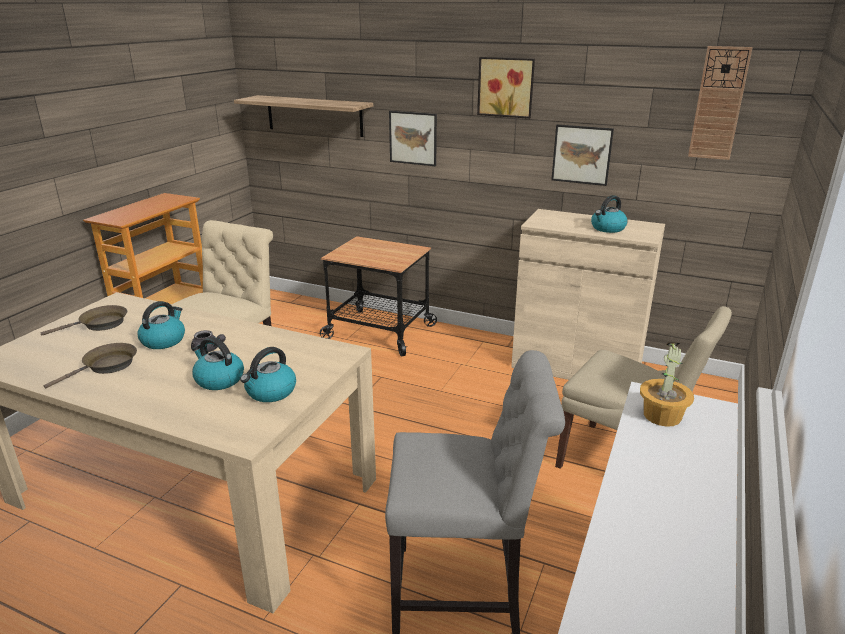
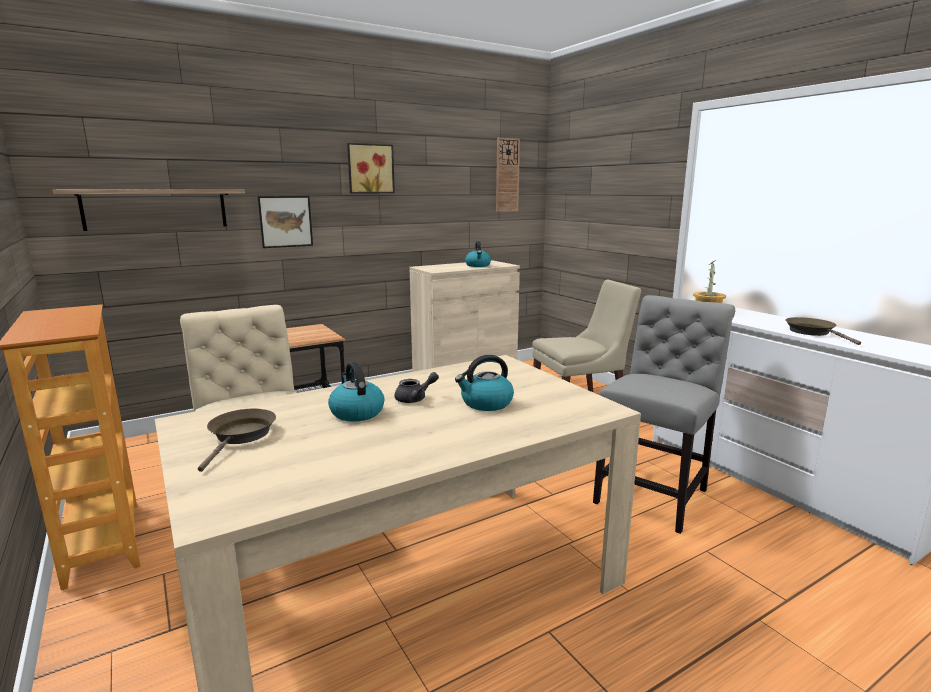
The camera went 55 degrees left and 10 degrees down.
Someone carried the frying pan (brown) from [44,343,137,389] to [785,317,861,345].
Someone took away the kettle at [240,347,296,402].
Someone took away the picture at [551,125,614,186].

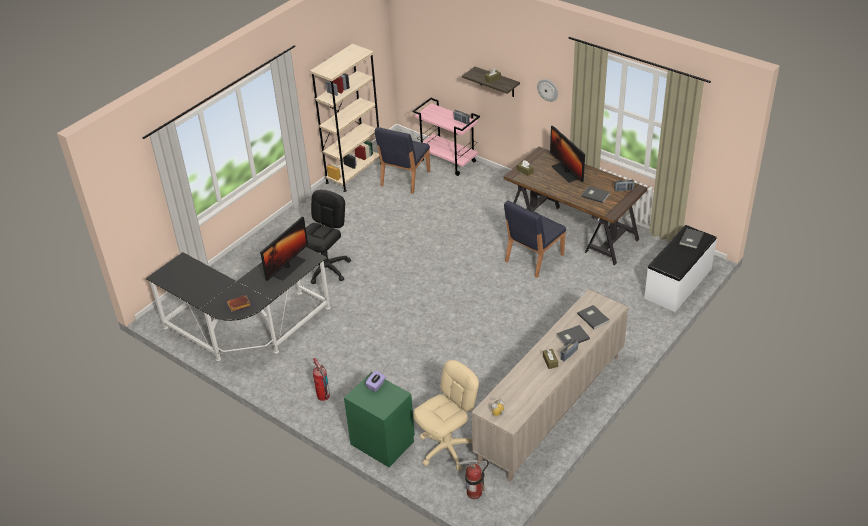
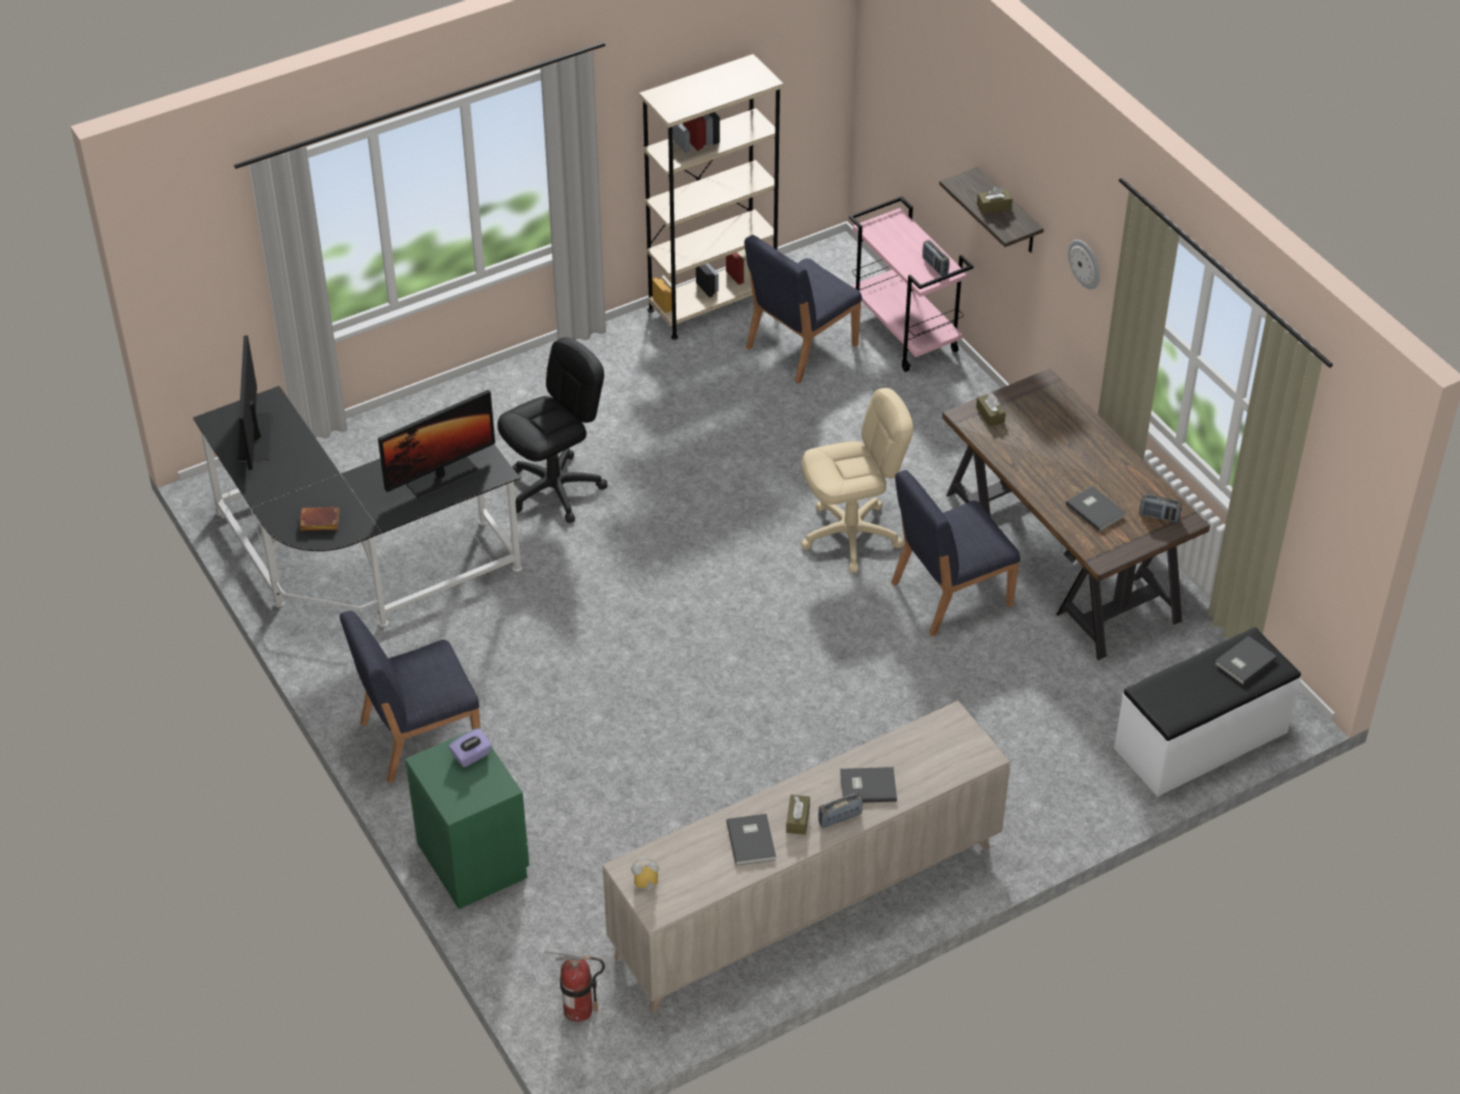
The camera went 20 degrees right and 5 degrees up.
Someone swapped the fire extinguisher at [313,358,330,401] for the chair (blue) at [340,611,481,783].
Someone carried the office chair (beige) from [413,360,479,471] to [801,388,913,573].
Someone carried the monitor from [550,126,585,183] to [238,335,272,470].
Someone carried the book (grey) from [577,305,609,329] to [726,814,776,866].

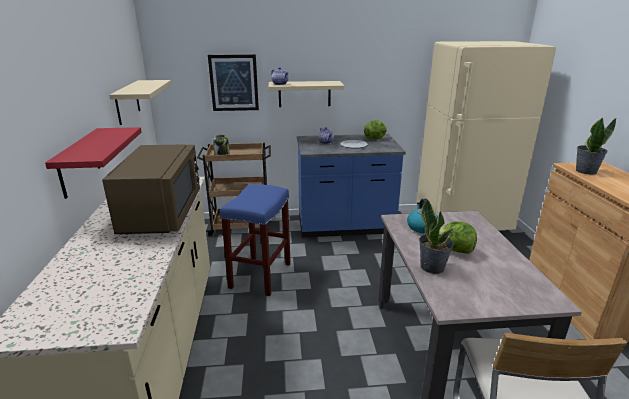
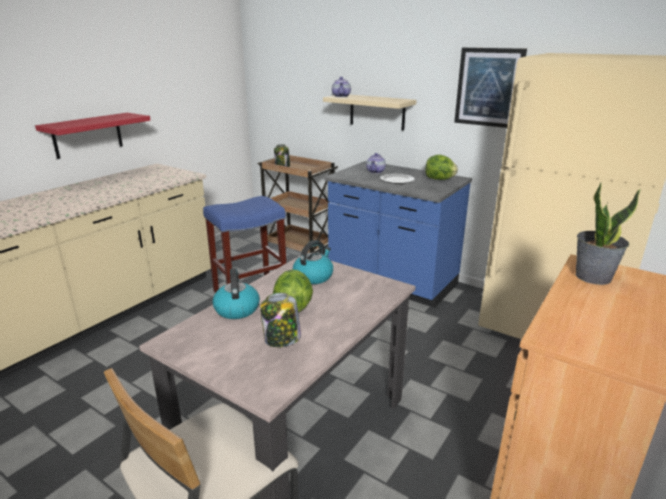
The camera went 40 degrees right and 0 degrees up.
Someone took away the microwave (brown) at [102,144,200,234].
Someone took away the shelf (beige) at [109,80,171,125].
Someone carried the picture from [208,54,259,111] to [454,48,527,128].
Someone swapped the potted plant at [419,199,454,274] for the kettle at [212,268,260,319].
Someone put down the jar at [260,292,301,347].

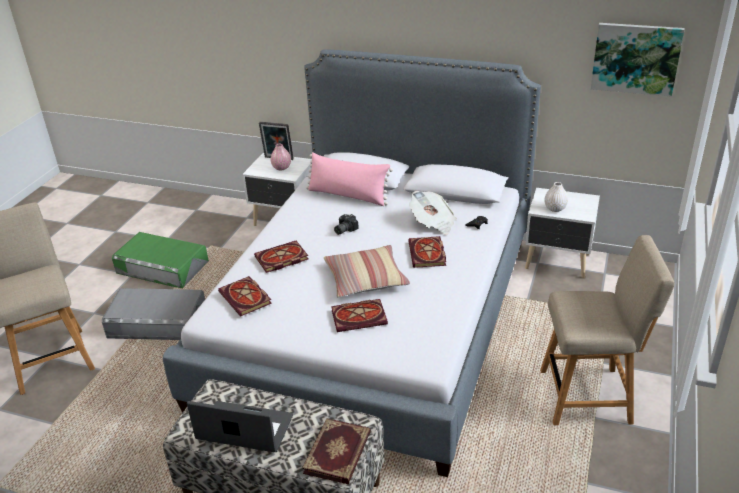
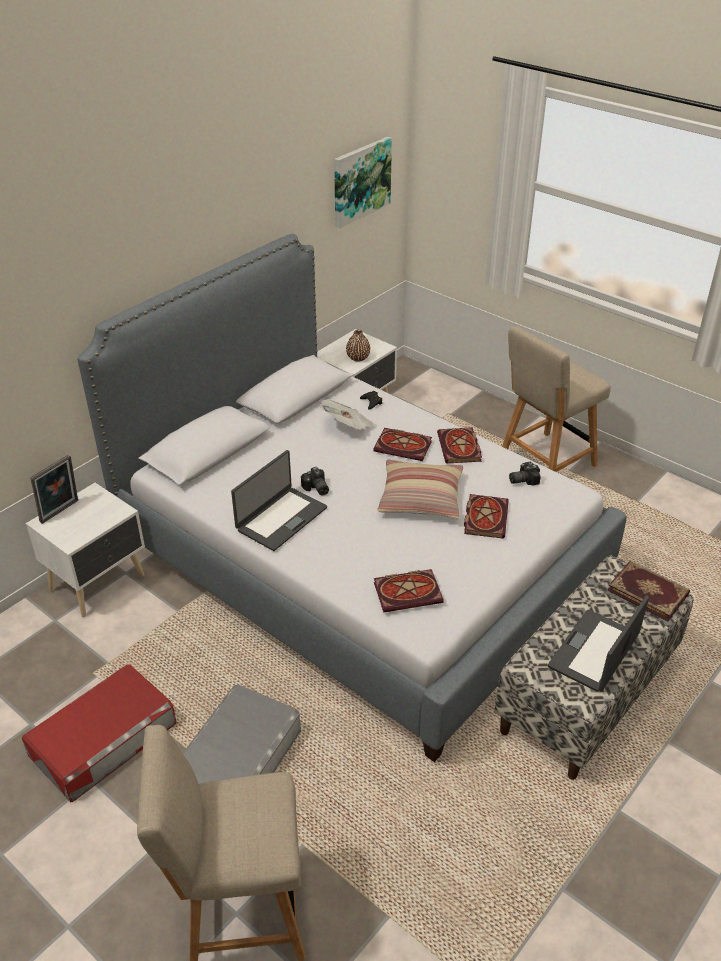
The camera went 70 degrees left and 5 degrees up.
Someone repainted the storage box (green) at [112,232,209,288], which became the storage box (red) at [22,665,176,803].
Someone carried the book from [254,241,308,273] to [437,427,482,463].
Someone took away the vase (pink) at [271,144,291,170].
Someone took away the pillow (pink) at [306,152,393,206].
Someone rotated the chair (beige) at [540,235,675,425] by 150 degrees counterclockwise.
Someone repainted the vase (white) at [544,182,568,212], which became the vase (brown) at [346,330,370,362].
Someone put down the laptop at [231,450,327,551].
Someone put down the photo camera at [509,462,540,485].

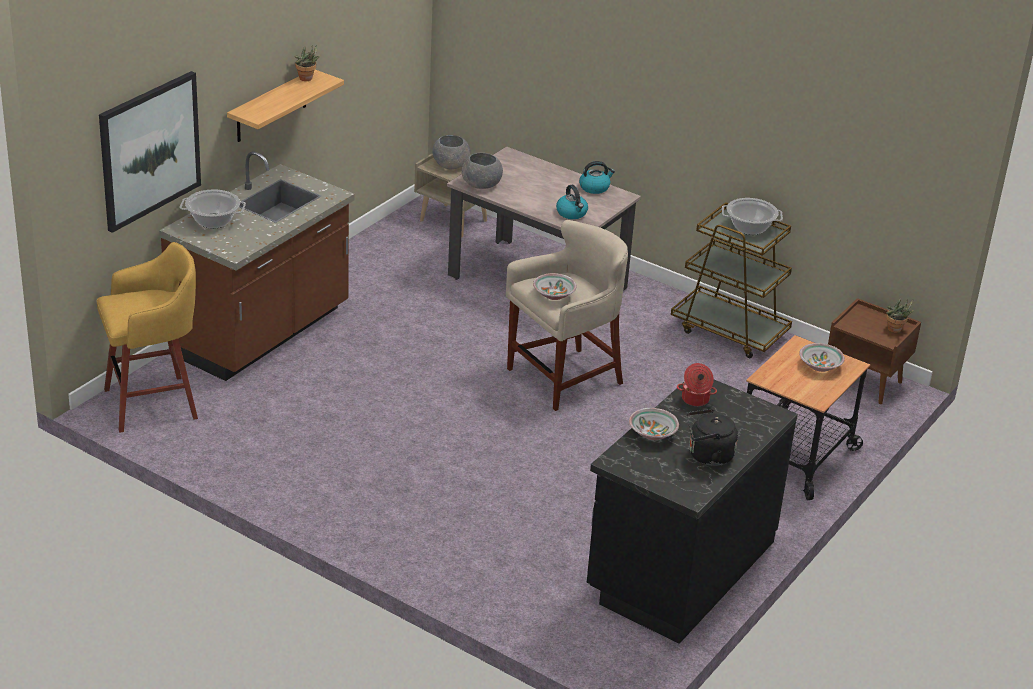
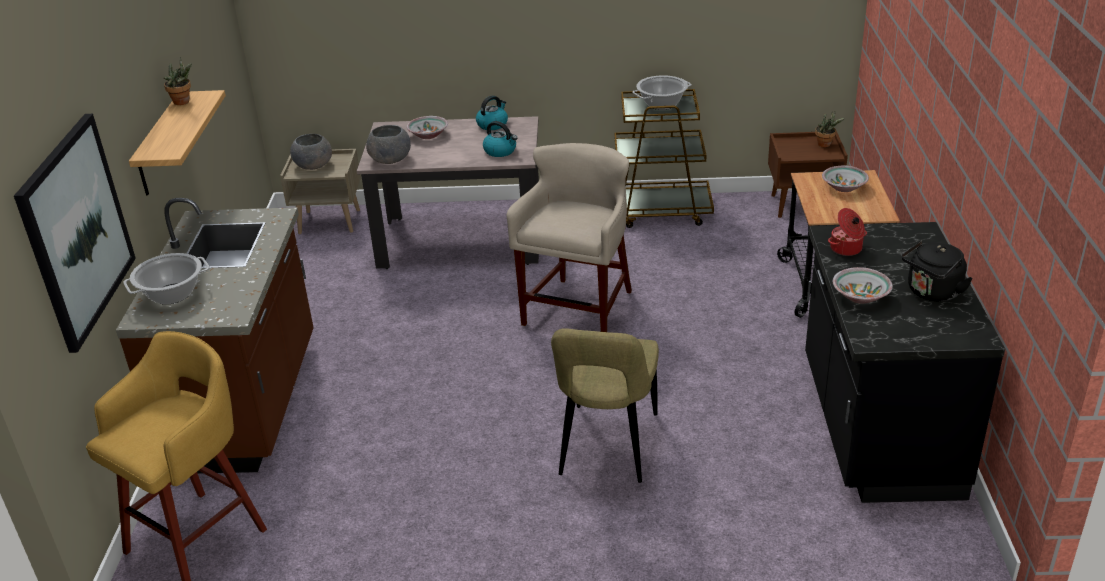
The camera went 30 degrees left and 0 degrees up.
Someone carried the bowl from [533,273,577,300] to [407,116,448,139].
Someone put down the chair (beige) at [551,329,659,483].

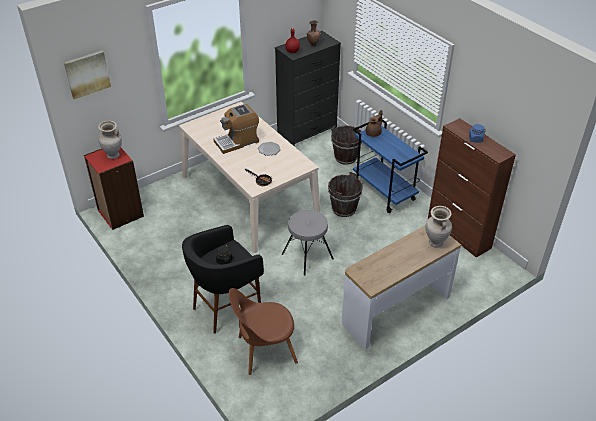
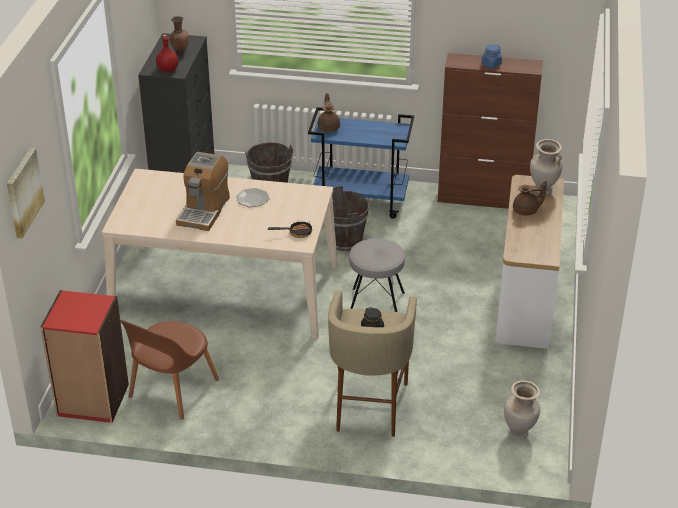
The camera went 45 degrees left and 5 degrees down.
Someone carried the vase (beige) from [98,121,122,159] to [504,380,540,439].
Someone repainted the stool (black) at [182,225,264,334], which became the stool (beige) at [328,290,417,437].
Someone carried the chair (brown) from [229,288,298,375] to [119,319,219,420].
Someone put down the teapot (brown) at [513,181,547,216].

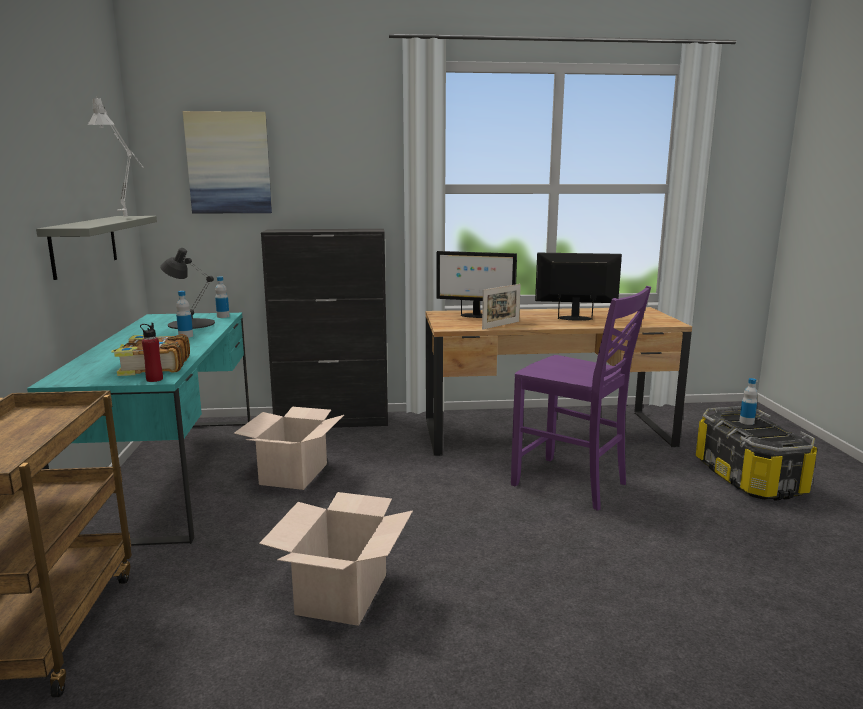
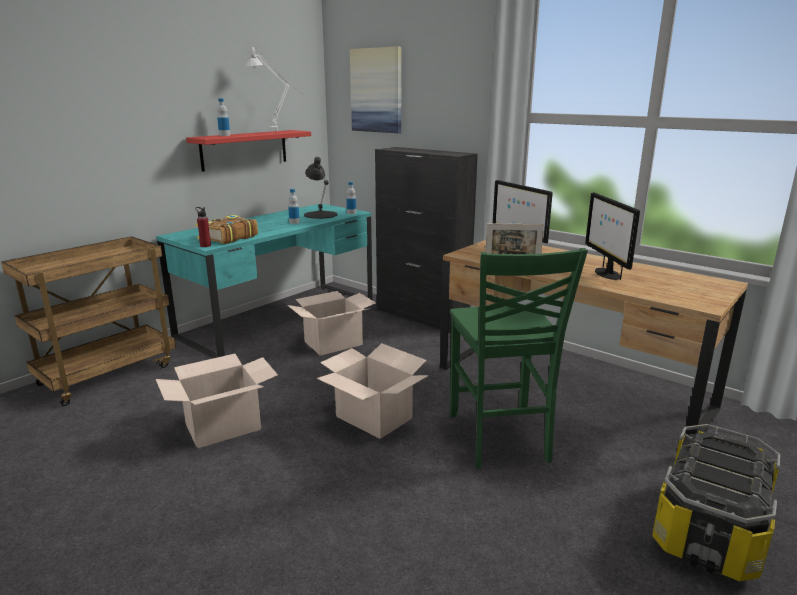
The camera went 45 degrees right and 5 degrees up.
Someone repainted the shelf (grey) at [36,216,157,280], which became the shelf (red) at [186,130,311,172].
Someone repainted the chair (purple) at [511,286,651,511], which became the chair (green) at [450,248,588,469].
Someone rotated the monitor at [535,253,622,321] by 150 degrees counterclockwise.
Someone carried the bottle from [739,378,758,425] to [217,98,230,136].
Someone put down the cardboard box at [317,343,429,439].

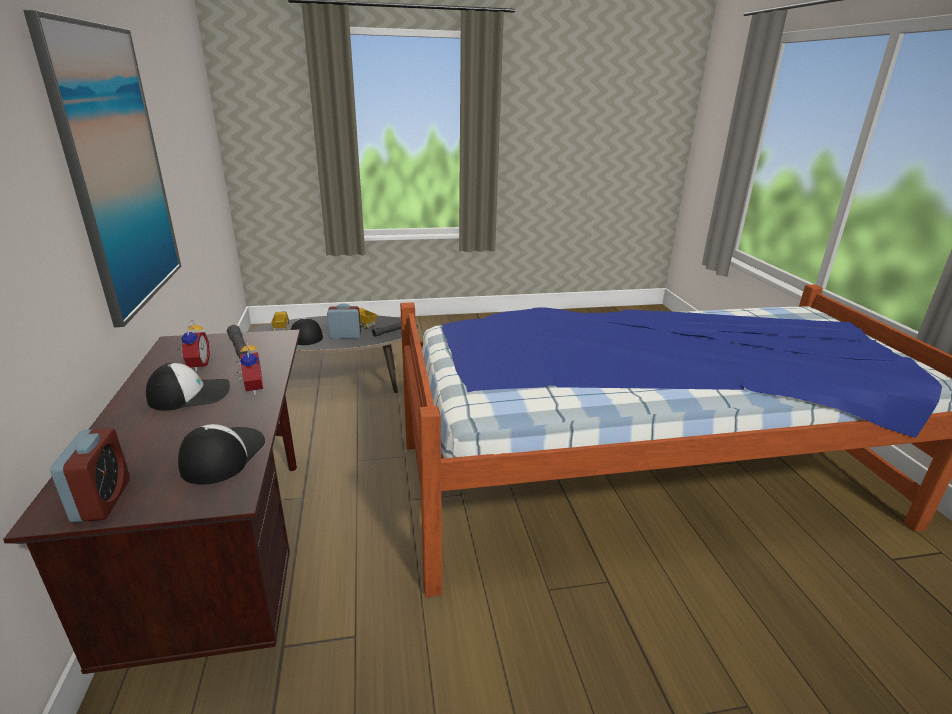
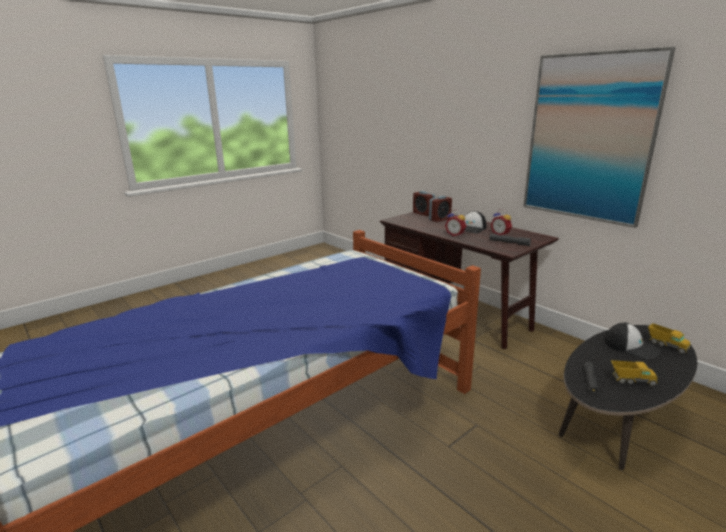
The camera went 150 degrees right and 5 degrees down.
Someone took away the cap at [178,424,265,485].
Someone carried the alarm clock from [327,304,361,339] to [429,196,452,222].

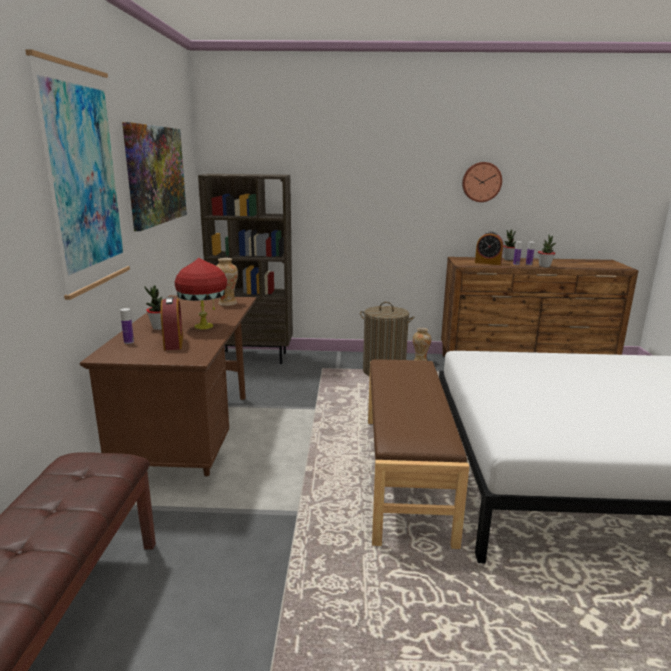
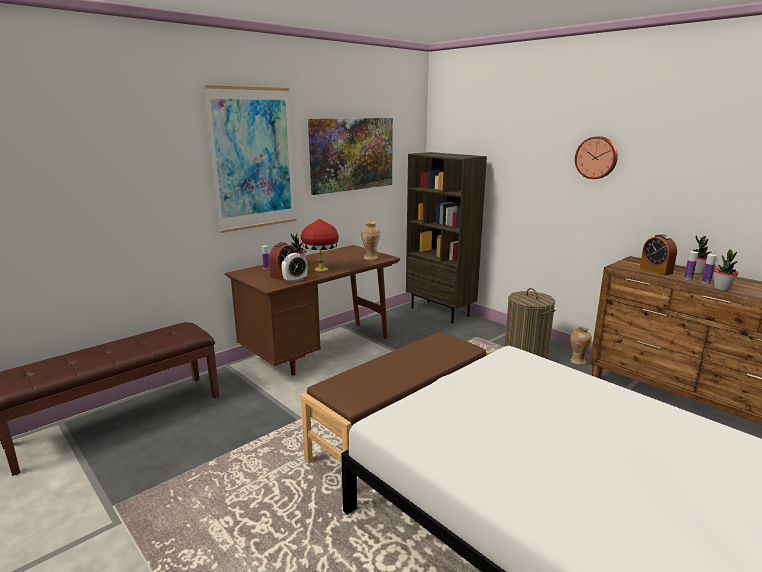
The camera went 45 degrees right and 0 degrees up.
Someone carried the wall clock from [462,162,502,202] to [575,136,618,179].
Someone put down the alarm clock at [281,253,307,283].

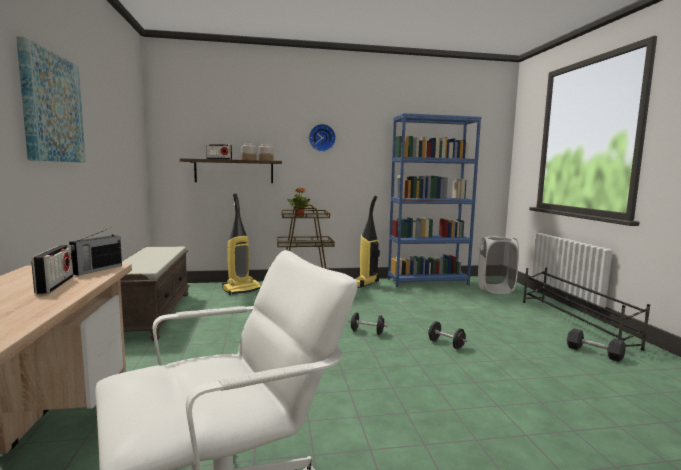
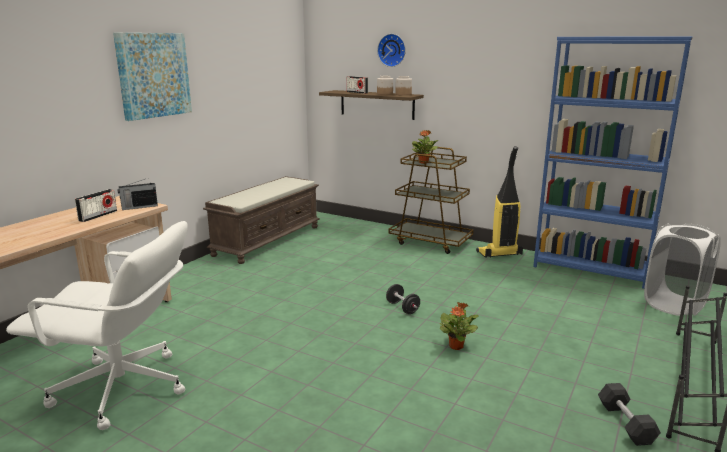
The camera went 40 degrees right and 10 degrees up.
Someone took away the vacuum cleaner at [223,194,261,295].
Someone carried the wall clock from [309,124,336,152] to [377,34,406,67].
Someone swapped the dumbbell (black) at [428,321,467,349] for the potted plant at [439,302,479,350].

